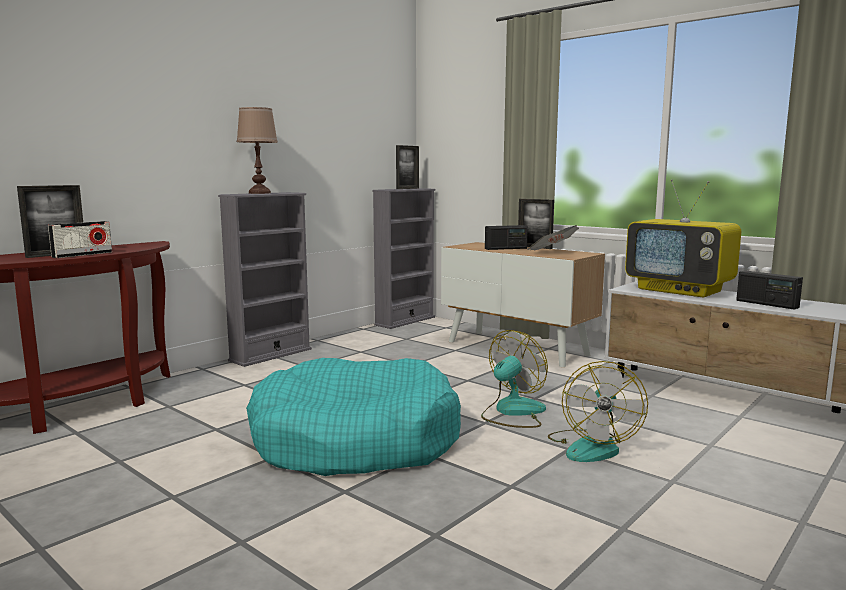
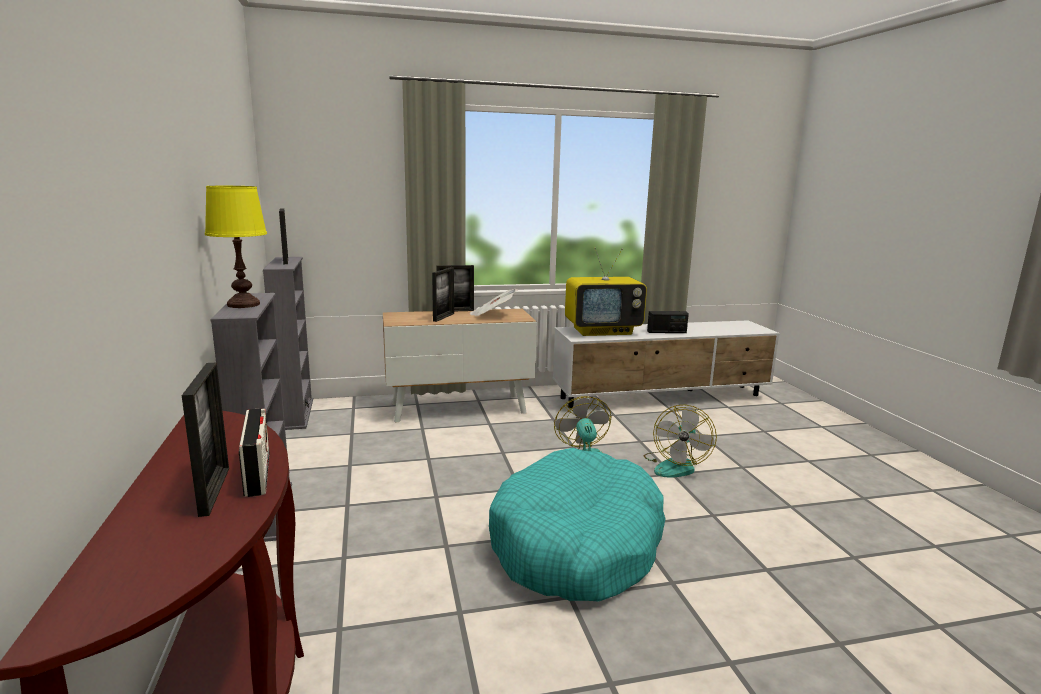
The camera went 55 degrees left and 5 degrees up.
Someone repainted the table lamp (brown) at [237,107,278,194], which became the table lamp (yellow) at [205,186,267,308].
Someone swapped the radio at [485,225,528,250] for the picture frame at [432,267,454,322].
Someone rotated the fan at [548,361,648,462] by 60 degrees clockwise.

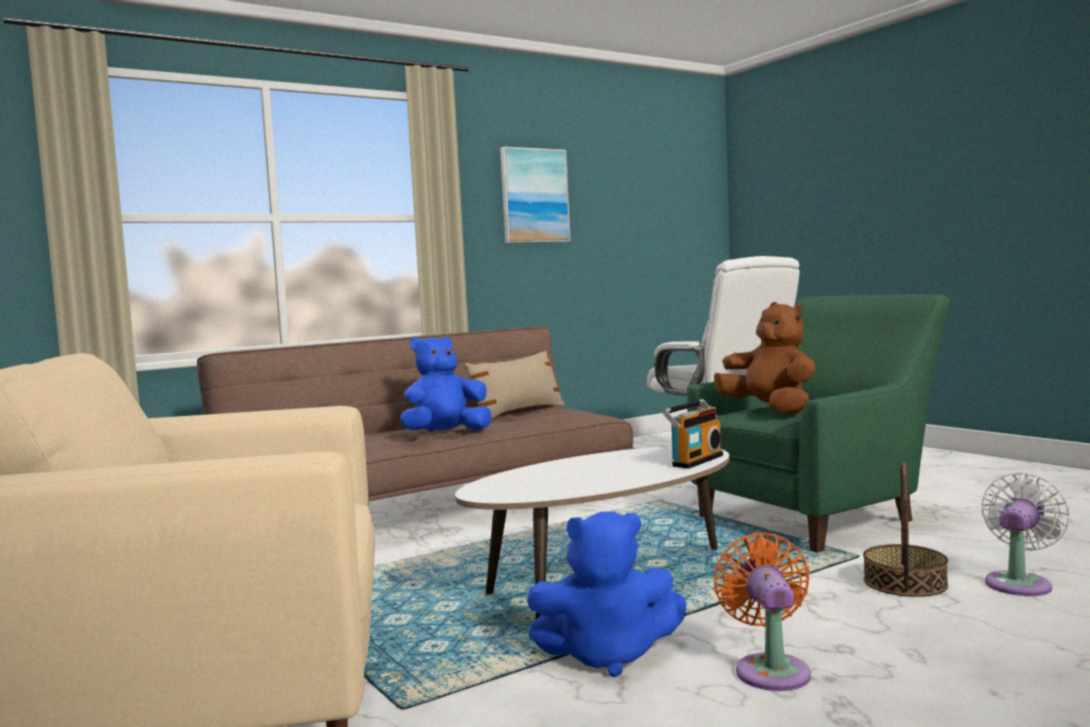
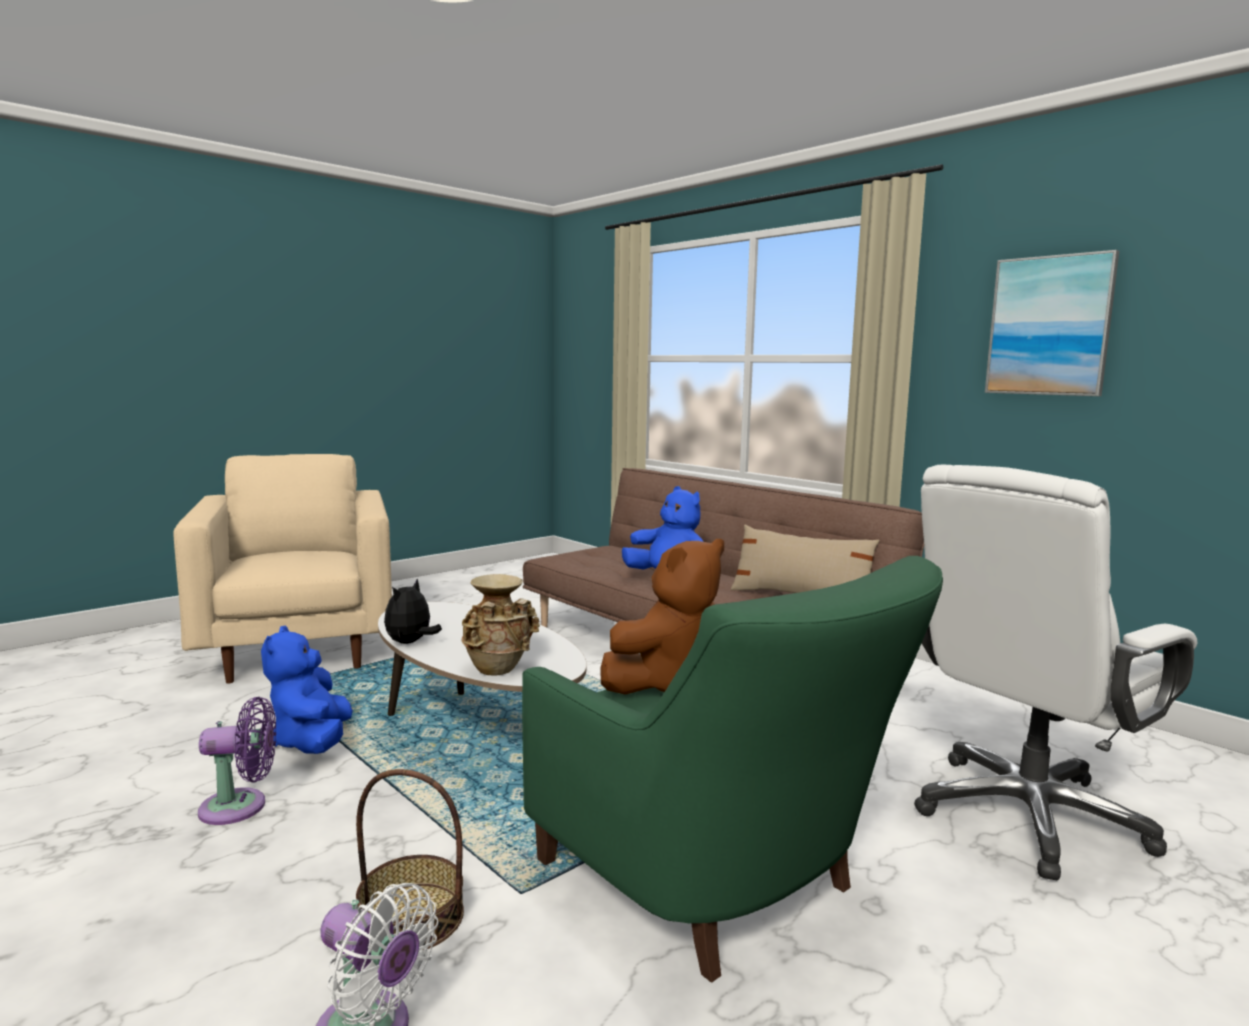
The camera went 80 degrees right and 5 degrees up.
Someone swapped the radio at [663,399,723,469] for the vase (beige) at [462,574,540,675].
Someone repainted the fan (orange) at [714,532,811,691], which became the fan (purple) at [198,697,276,825].
Someone put down the plush toy at [384,579,442,644].

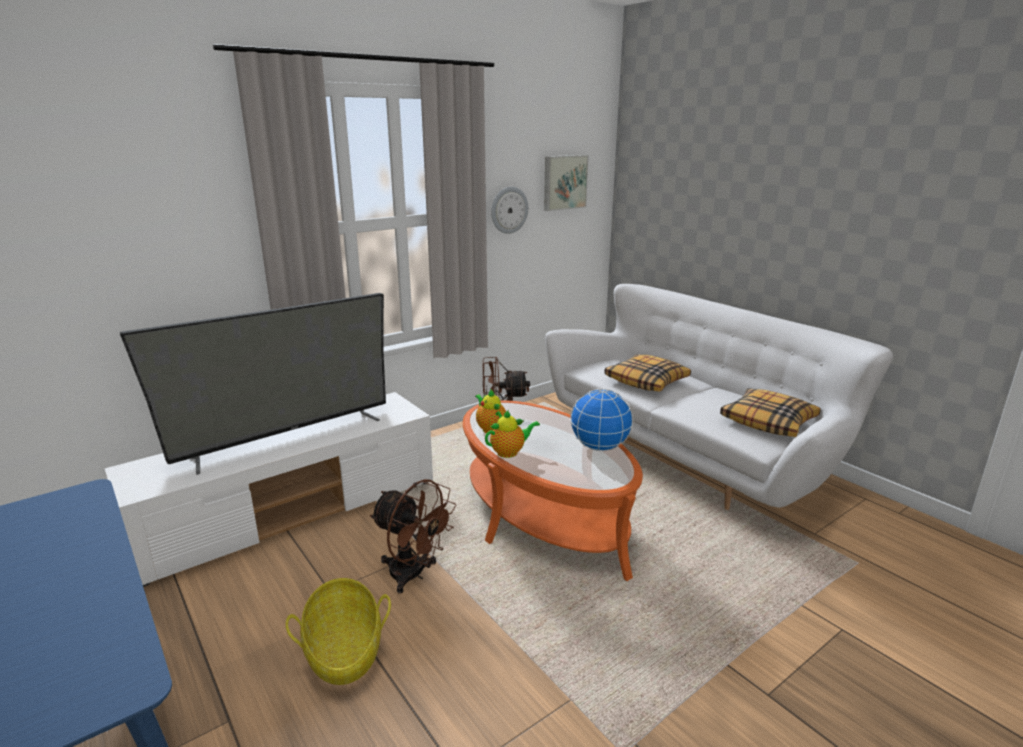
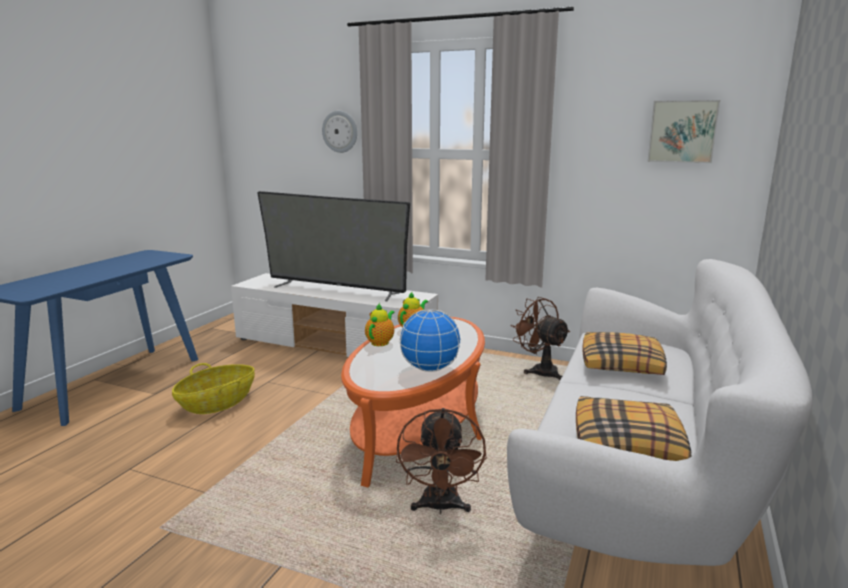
The camera went 60 degrees right and 5 degrees down.
Someone carried the fan (brown) from [370,479,457,594] to [396,408,487,514].
Someone rotated the teapot at [485,410,540,458] by 105 degrees counterclockwise.
Someone carried the wall clock from [491,187,528,234] to [322,111,357,153].

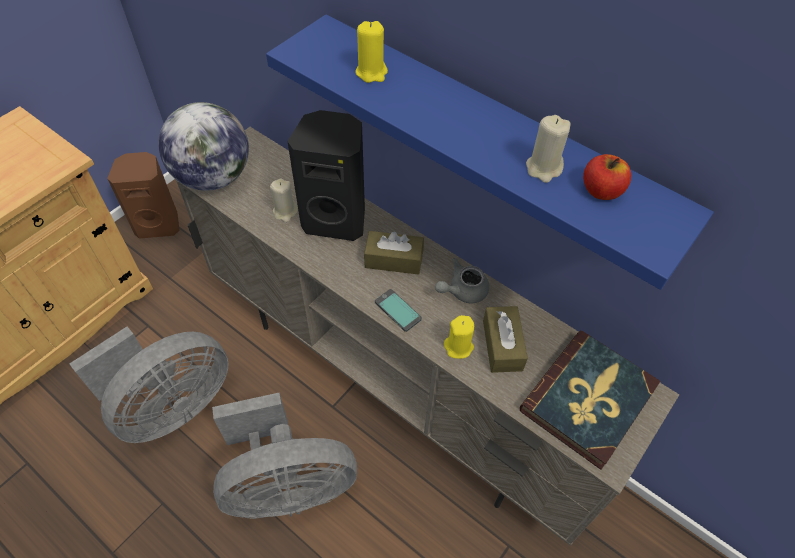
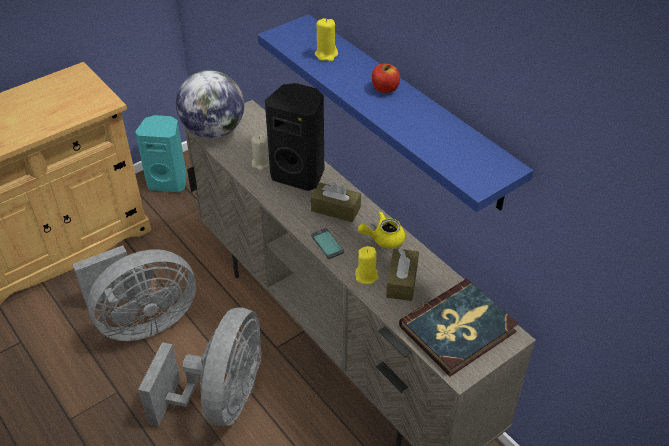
The camera went 15 degrees right and 10 degrees down.
Someone repainted the speaker (brown) at [107,152,180,239], which became the speaker (turquoise) at [135,115,187,192].
Someone rotated the fan (grey) at [212,393,357,519] by 75 degrees counterclockwise.
Someone repainted the teapot (grey) at [435,258,489,303], which became the teapot (yellow) at [358,211,405,248].
Someone took away the candle (beige) at [526,115,570,183].
Someone carried the apple from [583,154,631,200] to [372,64,400,93].

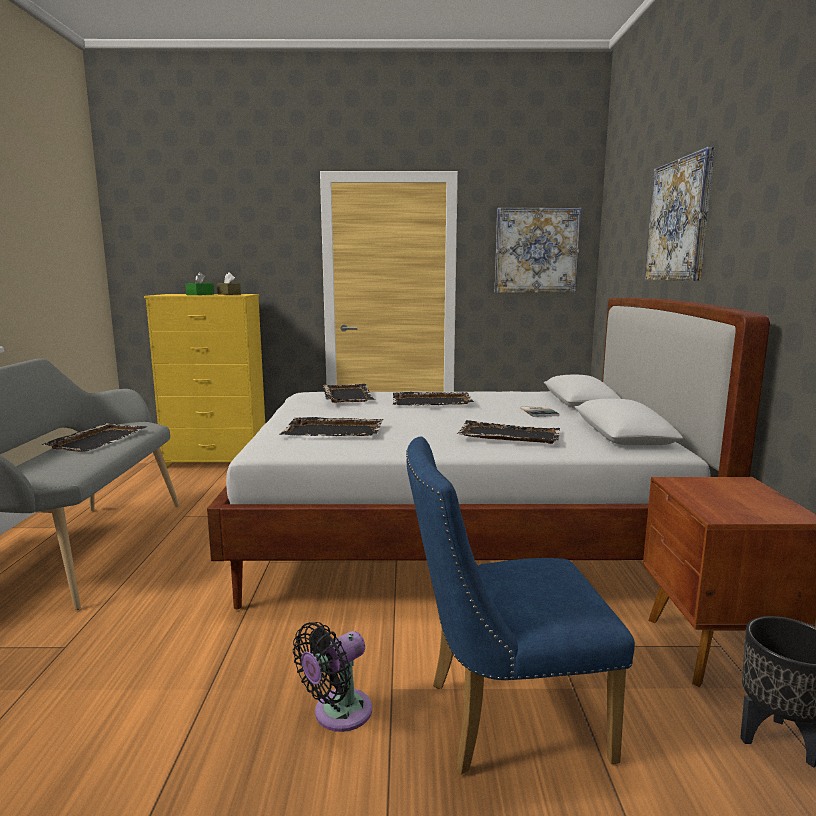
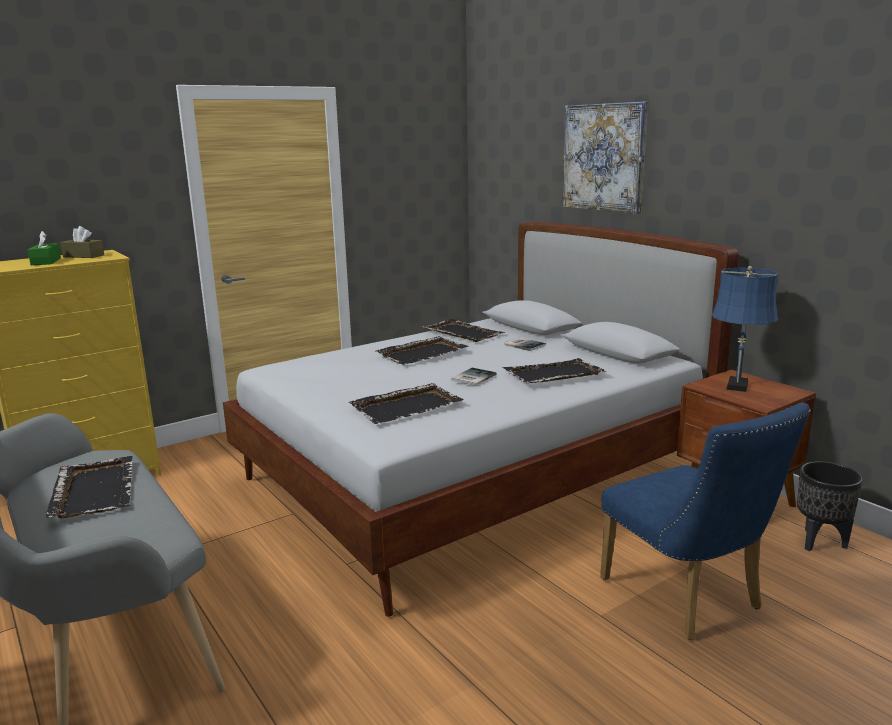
The camera went 35 degrees left and 5 degrees up.
Someone took away the fan (black) at [293,622,372,732].
Someone carried the tray (black) from [323,384,376,403] to [422,319,505,342].
Someone rotated the chair (blue) at [406,436,635,775] by 75 degrees counterclockwise.
Someone took away the picture at [495,208,581,293].
Someone put down the book at [451,368,497,386].
Someone put down the table lamp (blue) at [712,266,779,392].

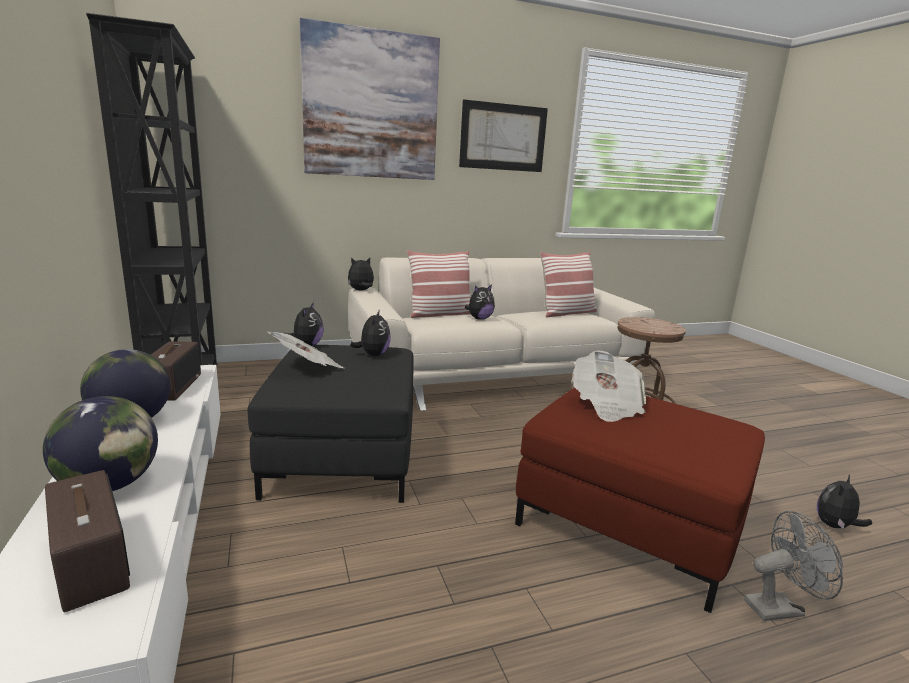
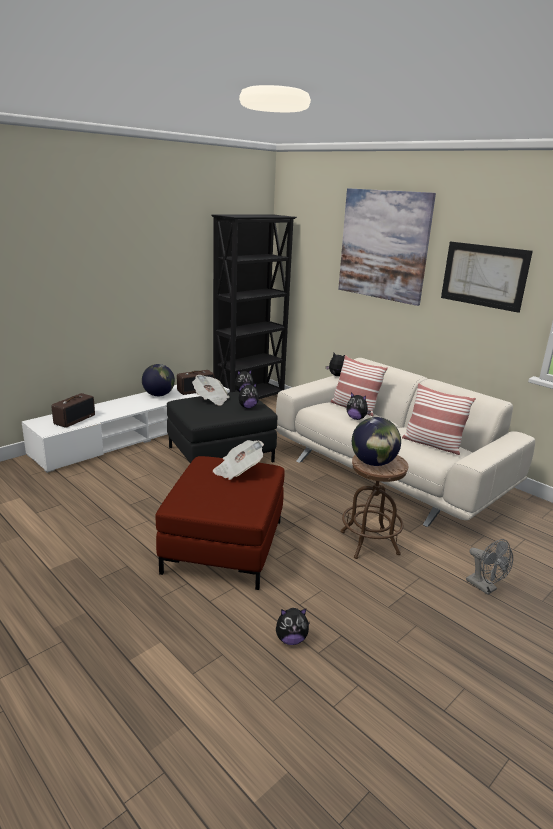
The camera went 65 degrees right and 5 degrees up.
Someone carried the globe from [43,396,158,491] to [352,417,401,466].
Someone carried the fan (grey) from [744,511,843,621] to [466,539,513,595].
Someone rotated the plush toy at [817,475,872,530] by 150 degrees clockwise.

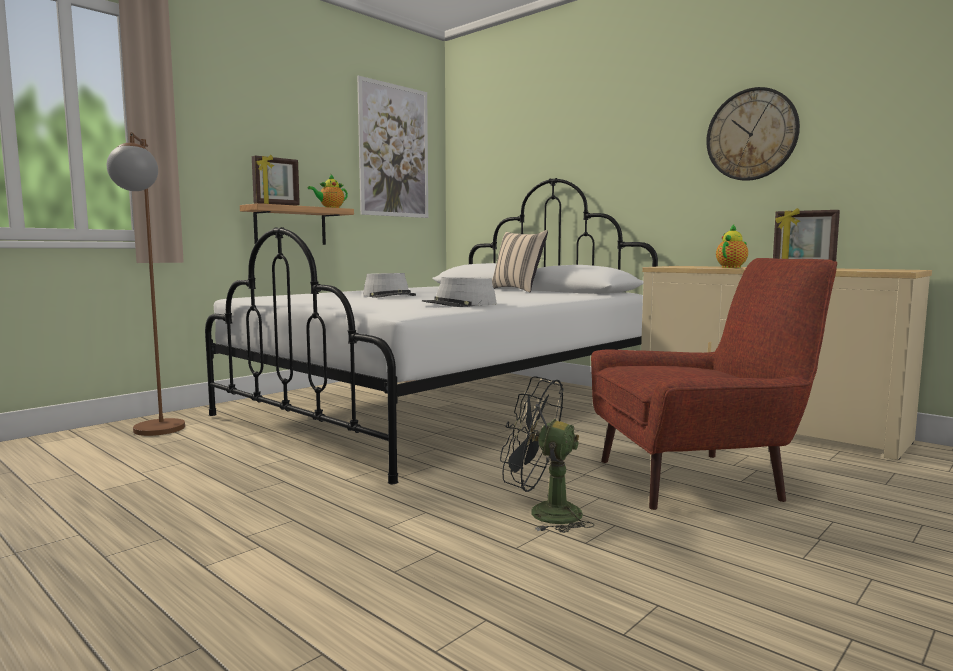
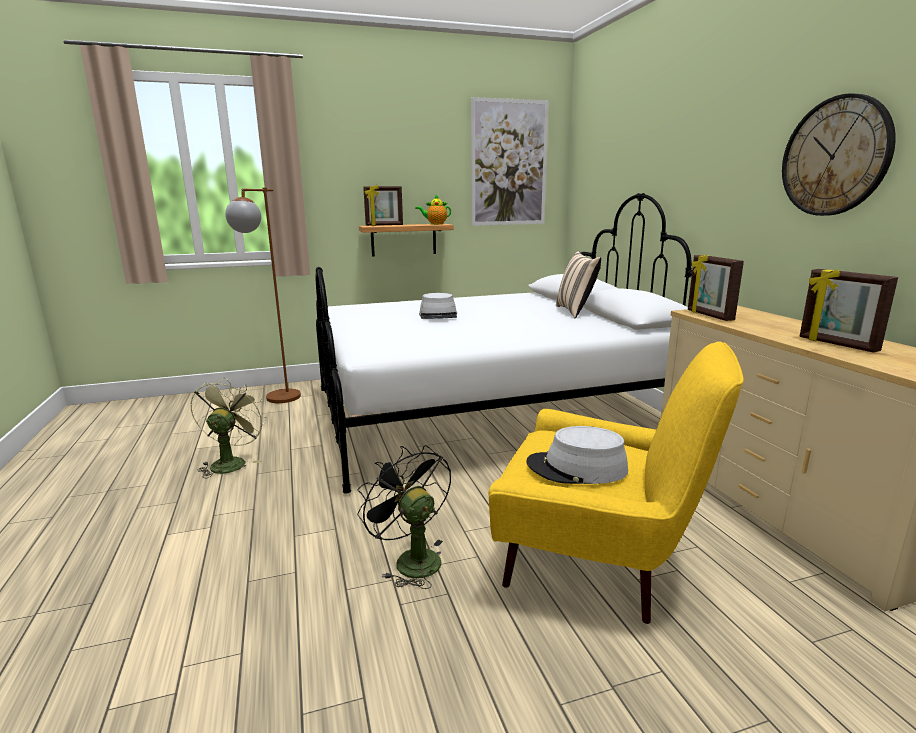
The camera went 30 degrees right and 10 degrees up.
Someone carried the hat (grey) from [422,277,497,307] to [527,426,628,484].
Someone repainted the armchair (red) at [591,258,837,510], which became the armchair (yellow) at [489,341,744,624].
Someone took away the teapot at [716,225,748,268].
Someone put down the fan (green) at [190,377,267,478].
Someone put down the picture frame at [688,255,744,321].

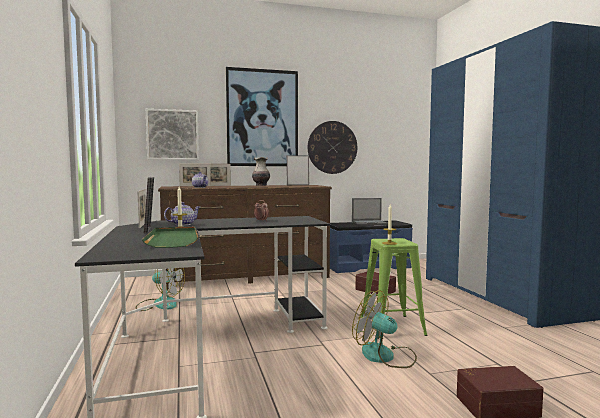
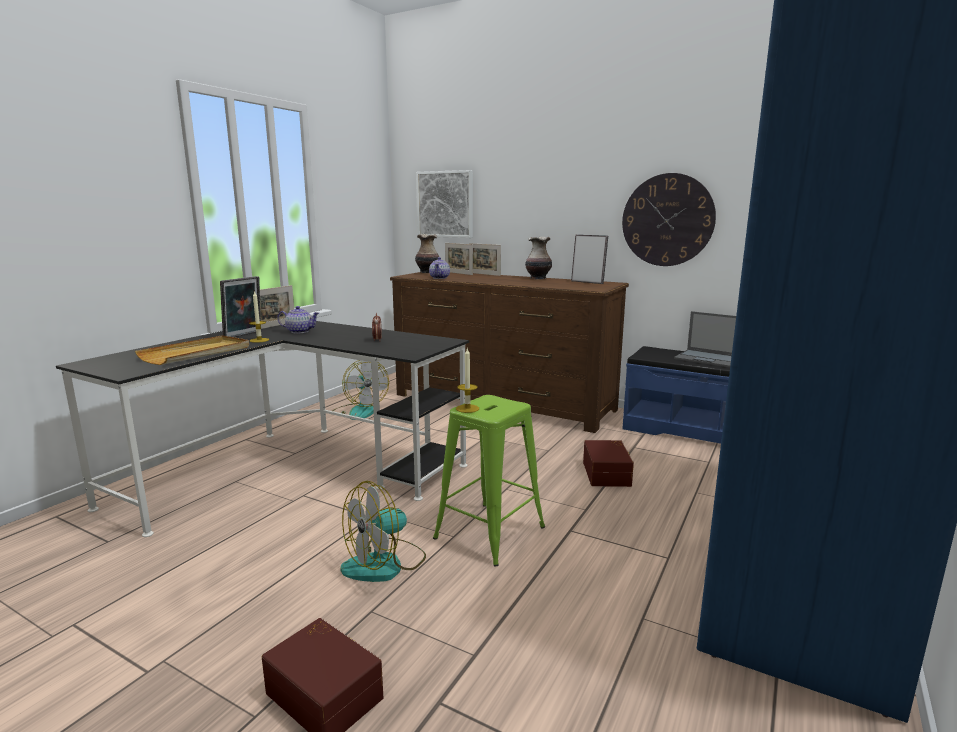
The camera went 45 degrees right and 10 degrees up.
Someone repainted the tray (green) at [142,227,198,248], which became the tray (beige) at [135,335,249,365].
Someone took away the picture at [226,67,298,166].
Someone rotated the fan at [352,290,417,368] by 120 degrees counterclockwise.
Someone put down the vase at [415,234,439,273].

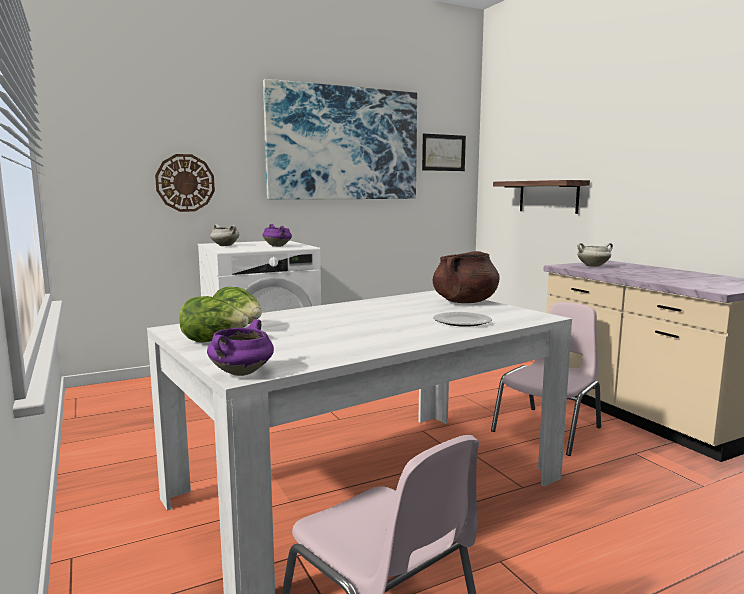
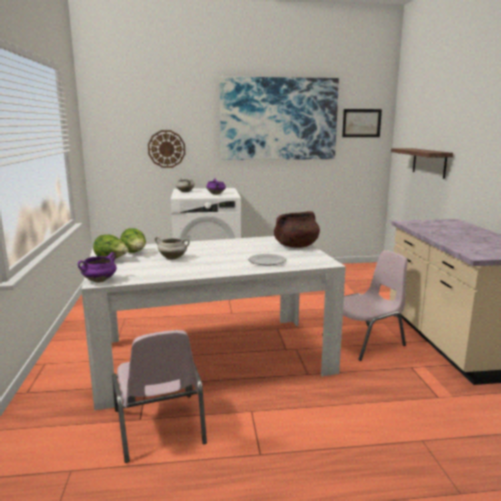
The camera went 20 degrees right and 5 degrees up.
Someone carried the cooking pot (white) from [577,243,613,267] to [155,236,190,260].

